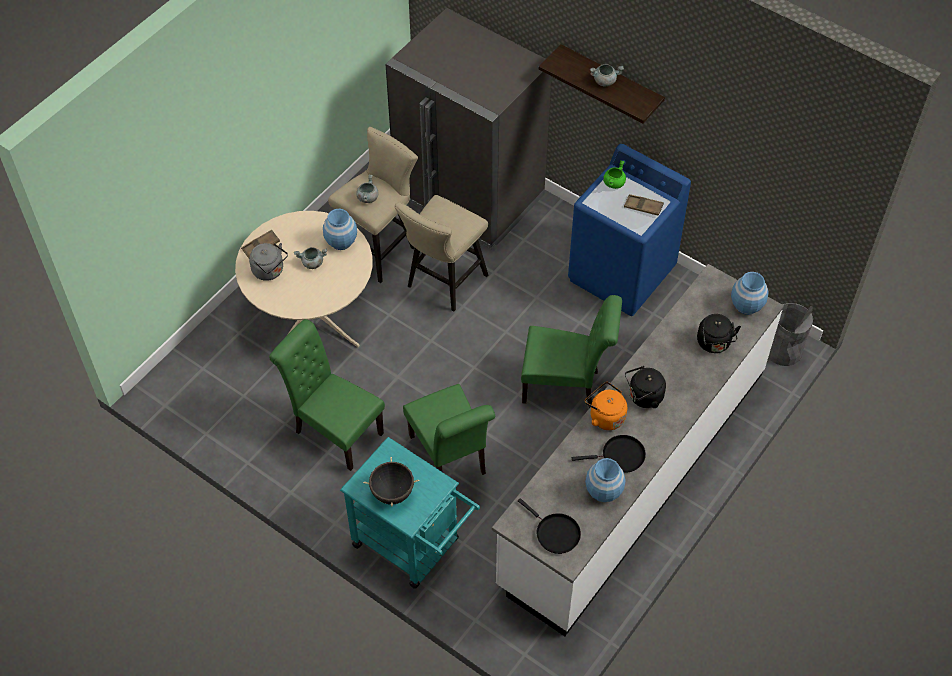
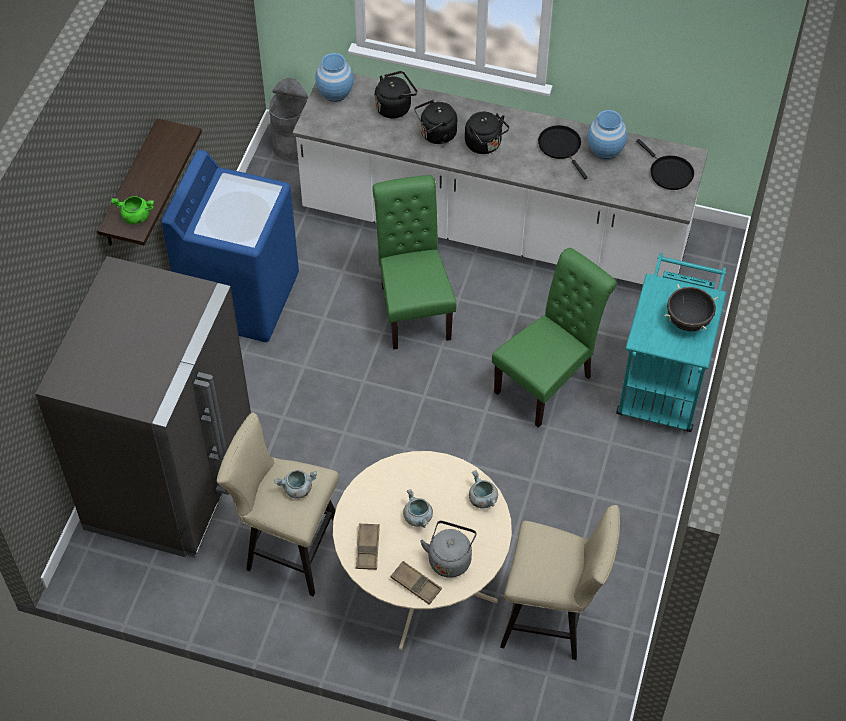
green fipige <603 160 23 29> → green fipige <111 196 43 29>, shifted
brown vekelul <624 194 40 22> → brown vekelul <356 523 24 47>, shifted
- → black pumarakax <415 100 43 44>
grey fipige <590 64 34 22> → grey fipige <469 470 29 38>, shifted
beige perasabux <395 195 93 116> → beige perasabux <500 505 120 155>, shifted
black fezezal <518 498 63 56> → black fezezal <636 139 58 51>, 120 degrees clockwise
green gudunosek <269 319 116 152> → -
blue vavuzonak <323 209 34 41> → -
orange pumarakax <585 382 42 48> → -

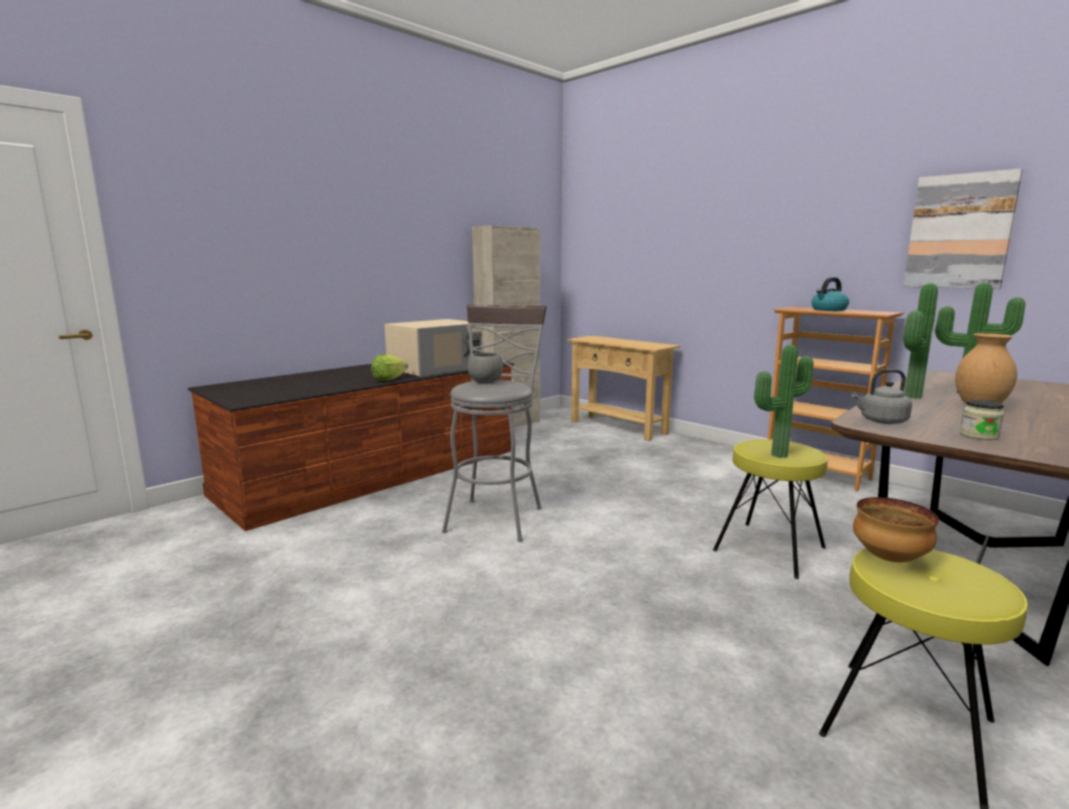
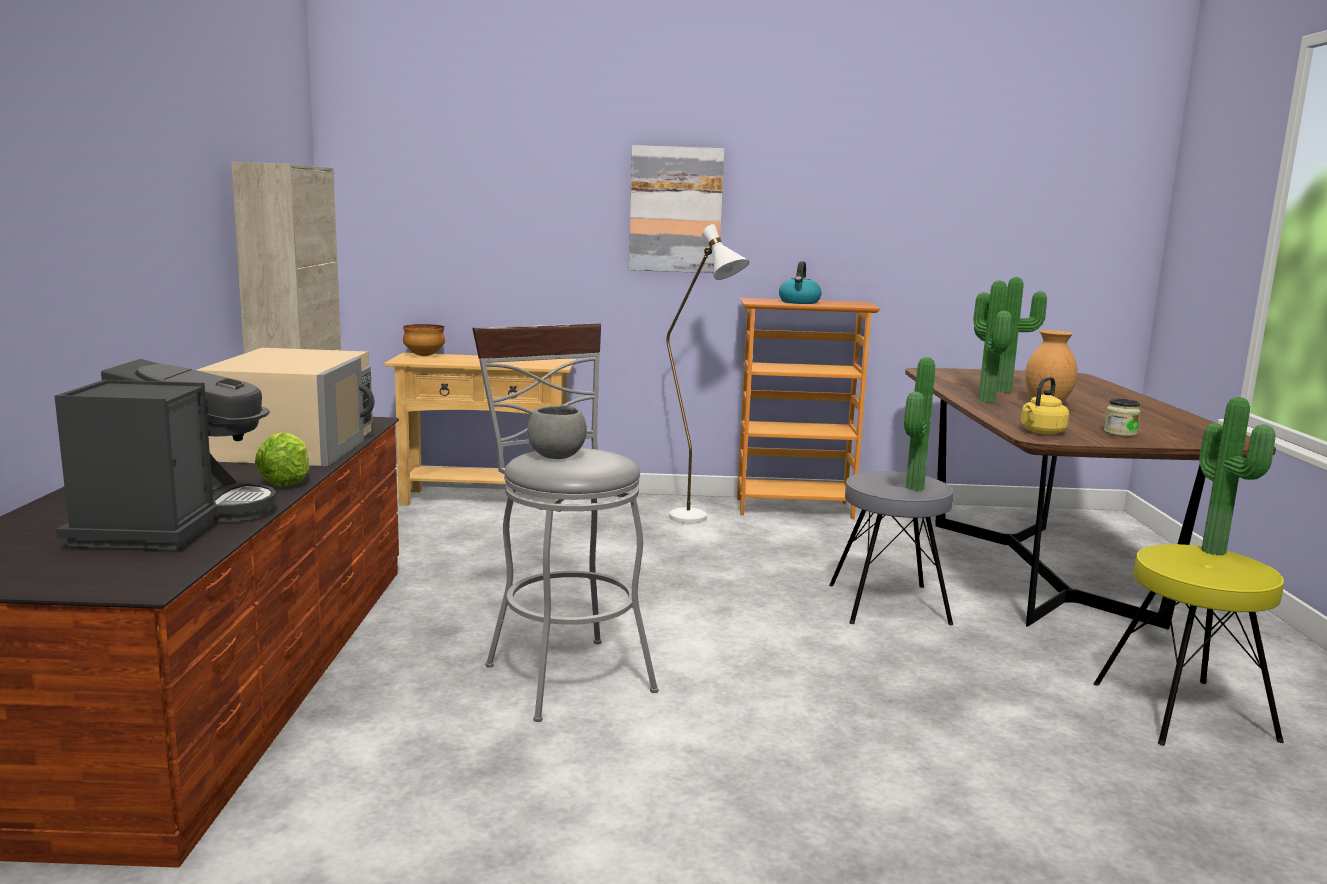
- → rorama <54 359 223 191>
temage <853 497 86 65> → temage <403 324 42 32>, shifted
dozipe <903 168 120 121> → dozipe <629 145 95 128>, shifted
- → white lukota <666 224 84 299>
yellow perasabux <713 439 115 140> → grey perasabux <829 471 124 155>
grey pumarakax <852 369 60 55> → yellow pumarakax <1021 377 48 57>
- → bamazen <1199 397 76 158>

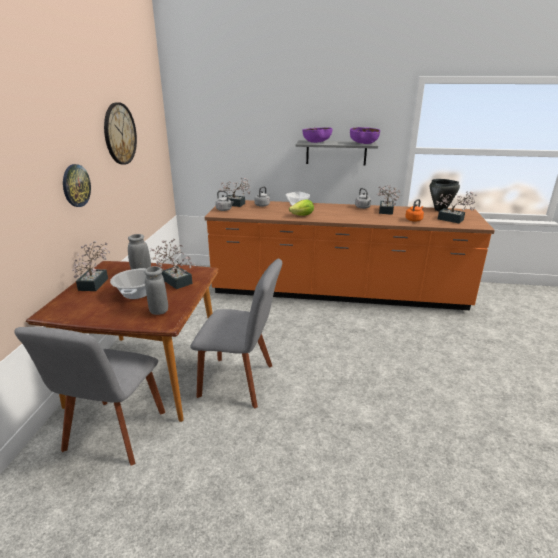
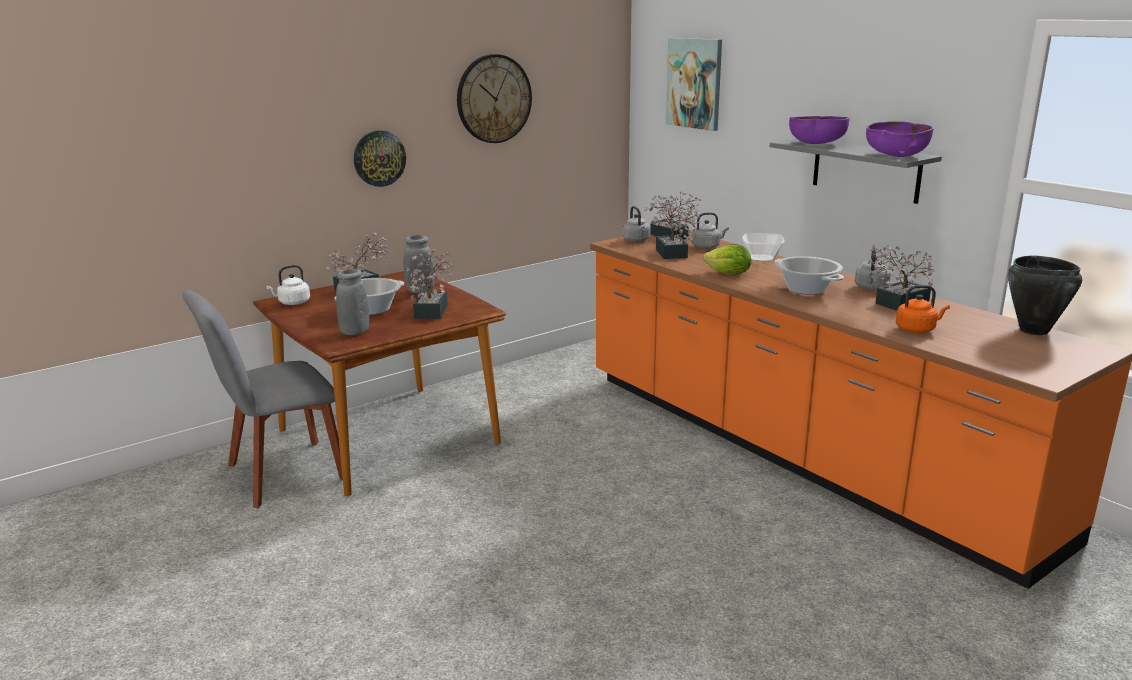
- → white pumarakax <267 265 43 40>
bamazen <436 191 41 32> → bamazen <650 206 51 53>, shifted
- → dozipe <666 38 56 93>
- → fipige <775 256 69 39>
grey gudunosek <190 259 92 150> → -

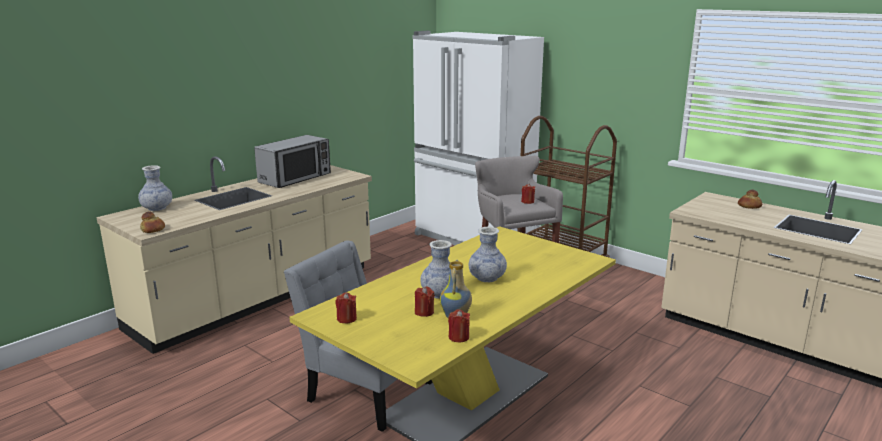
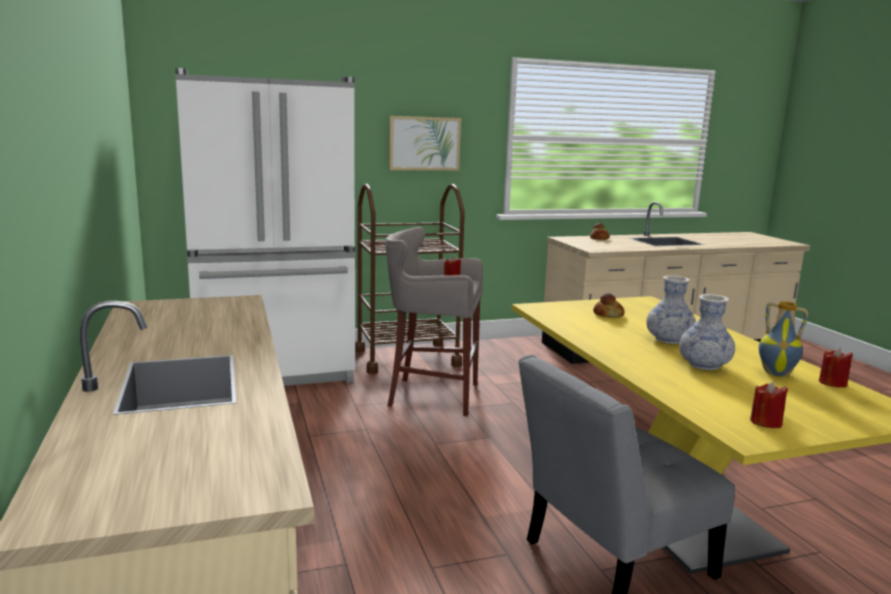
- → dozipe <389 116 72 55>
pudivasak <140 211 25 22> → pudivasak <593 293 32 25>, shifted
vavuzonak <138 165 34 46> → -
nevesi <254 135 77 53> → -
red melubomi <415 286 20 31> → -

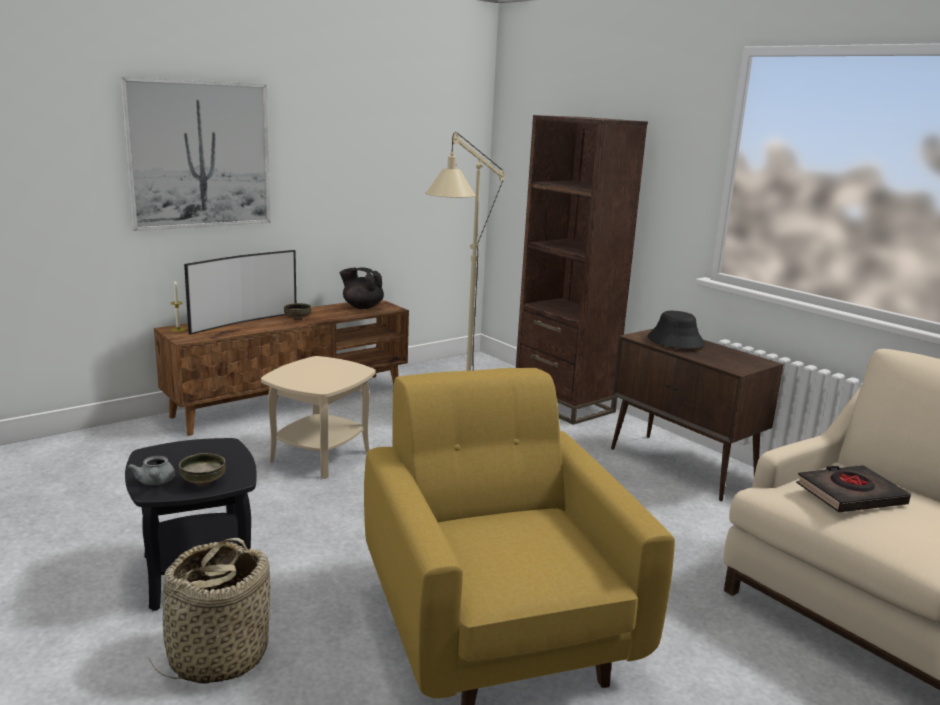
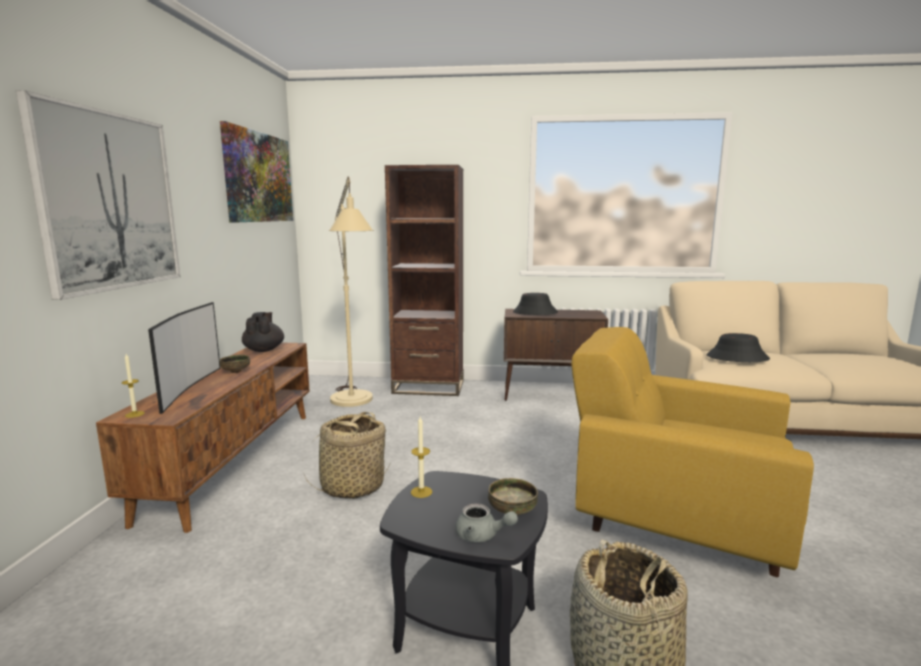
- → dozipe <220 121 73 101>
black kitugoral <339 267 45 42> → black kitugoral <242 312 42 40>, 105 degrees clockwise
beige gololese <261 356 114 123> → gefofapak <304 412 86 87>
- → melubomi <411 417 21 81>
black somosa <796 465 115 47> → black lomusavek <706 333 64 29>

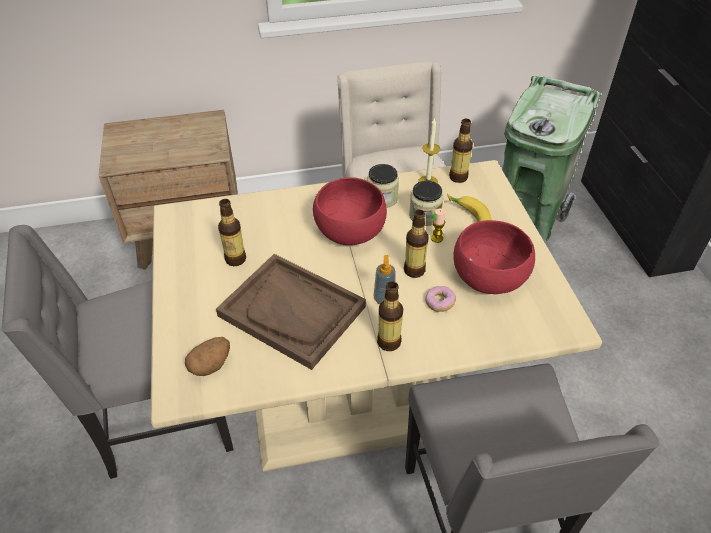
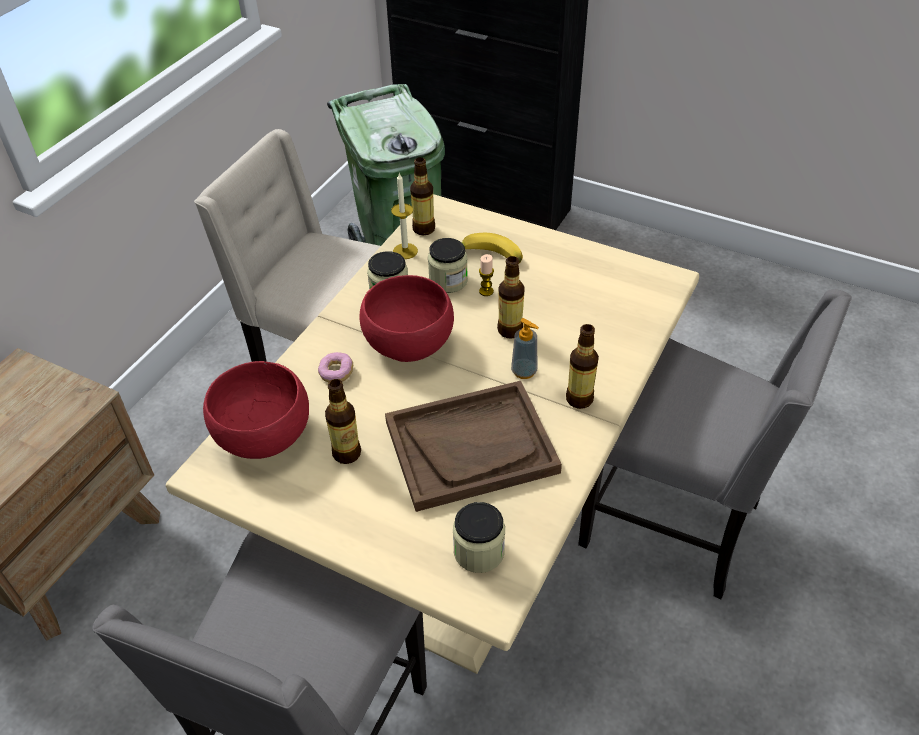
red temage <453 220 82 74> → red temage <203 361 106 98>, shifted
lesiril <425 286 31 26> → lesiril <318 352 35 30>, shifted
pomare <185 337 45 39> → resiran <453 502 52 71>

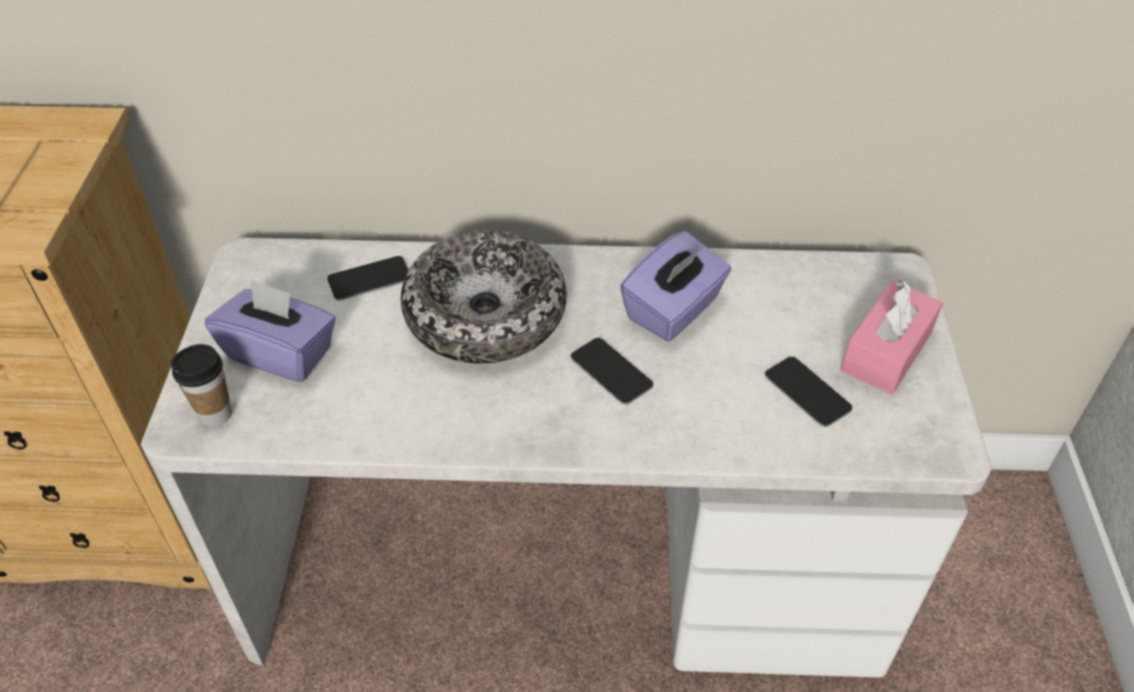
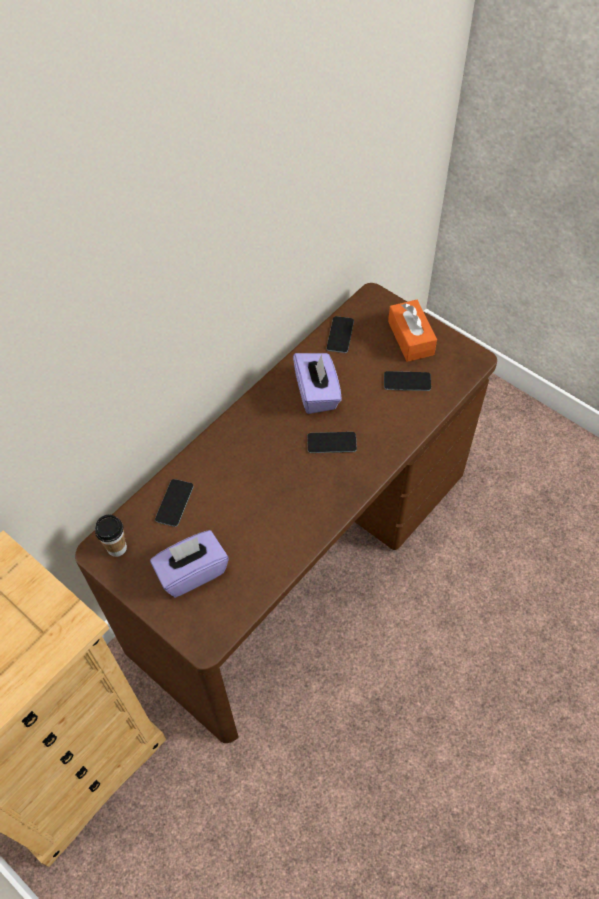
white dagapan <141 237 850 441> → brown dagapan <75 283 422 460>
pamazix <171 344 61 83> → pamazix <95 515 32 42>, shifted
- → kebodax <327 316 27 37>
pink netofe <841 280 102 115> → orange netofe <388 300 49 62>
temage <401 230 166 134> → -

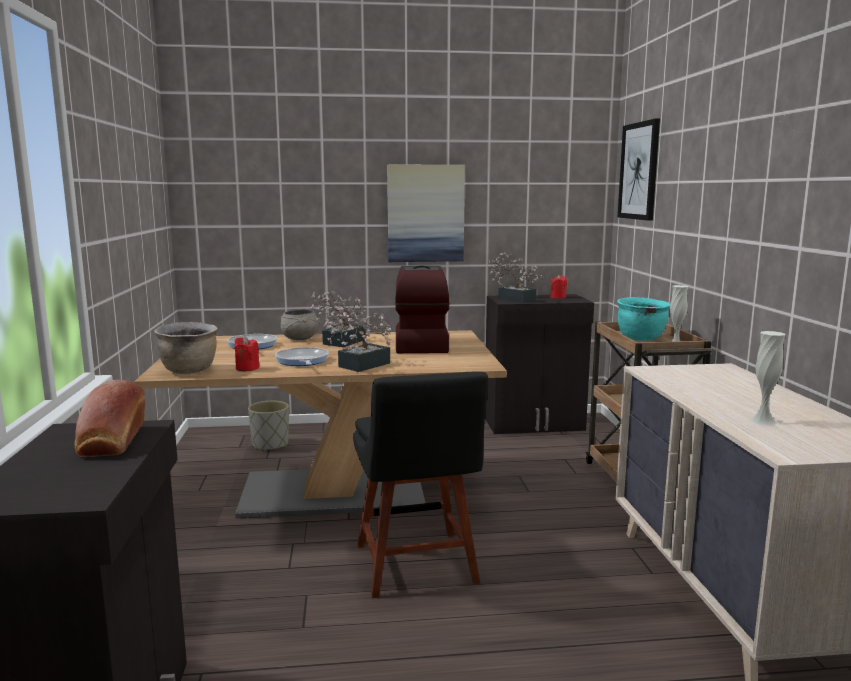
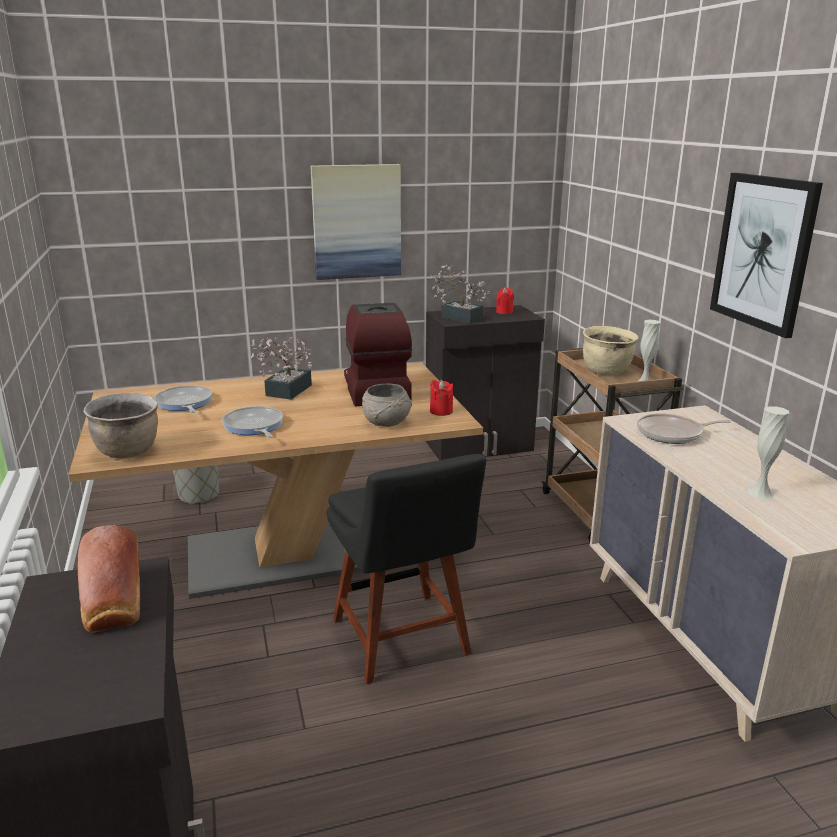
grey temage <280 309 40 31> → grey temage <362 383 50 44>, shifted
red melubomi <235 336 25 35> → red melubomi <430 380 23 36>, shifted
turquoise fipige <617 297 53 44> → beige fipige <583 326 56 49>
- → fezezal <637 413 94 31>
dozipe <618 118 42 103> → dozipe <710 173 113 165>, shifted
bamazen <324 306 67 66> → -

